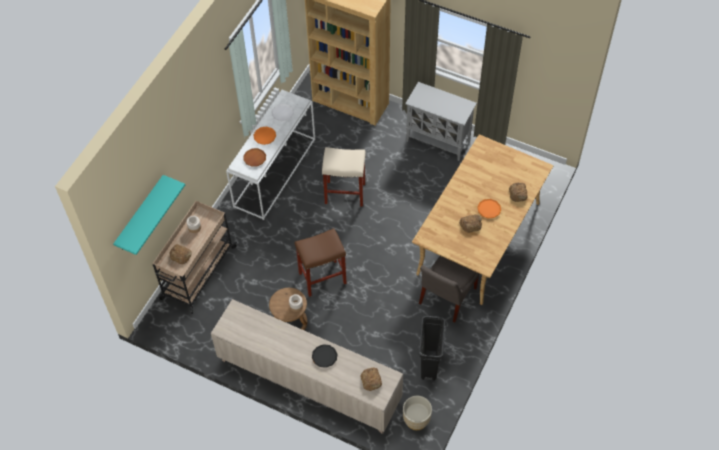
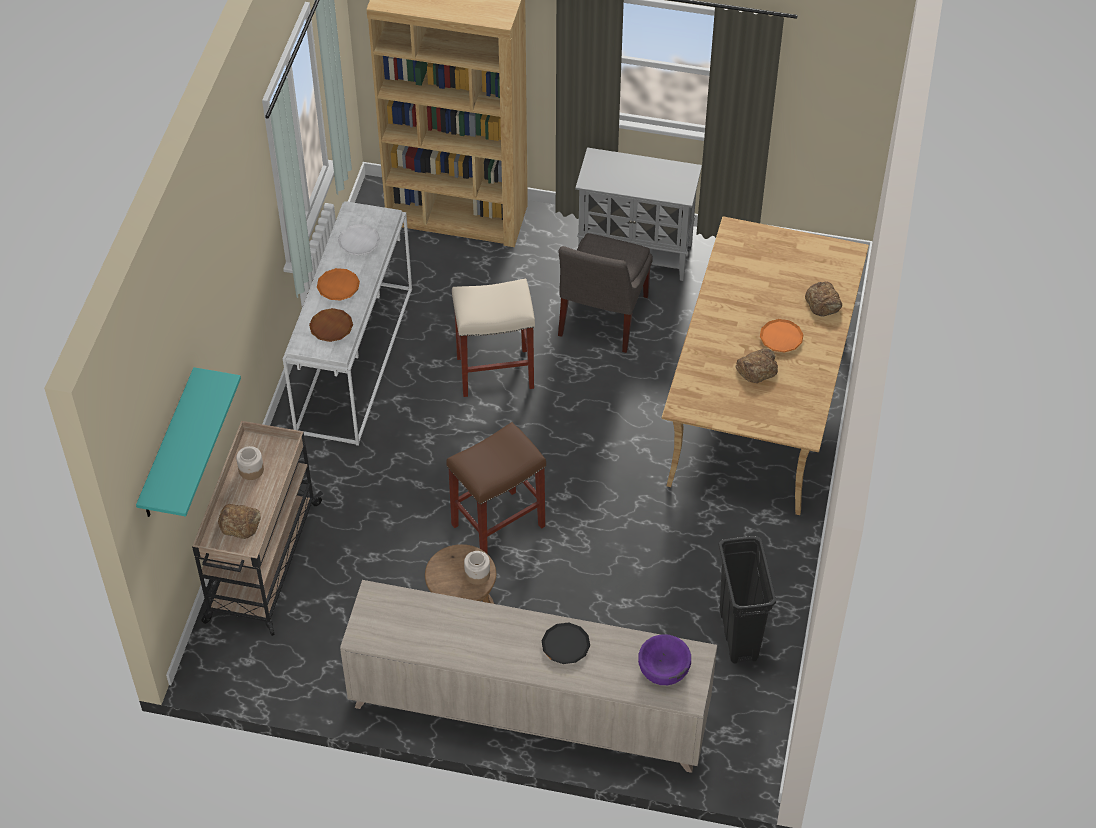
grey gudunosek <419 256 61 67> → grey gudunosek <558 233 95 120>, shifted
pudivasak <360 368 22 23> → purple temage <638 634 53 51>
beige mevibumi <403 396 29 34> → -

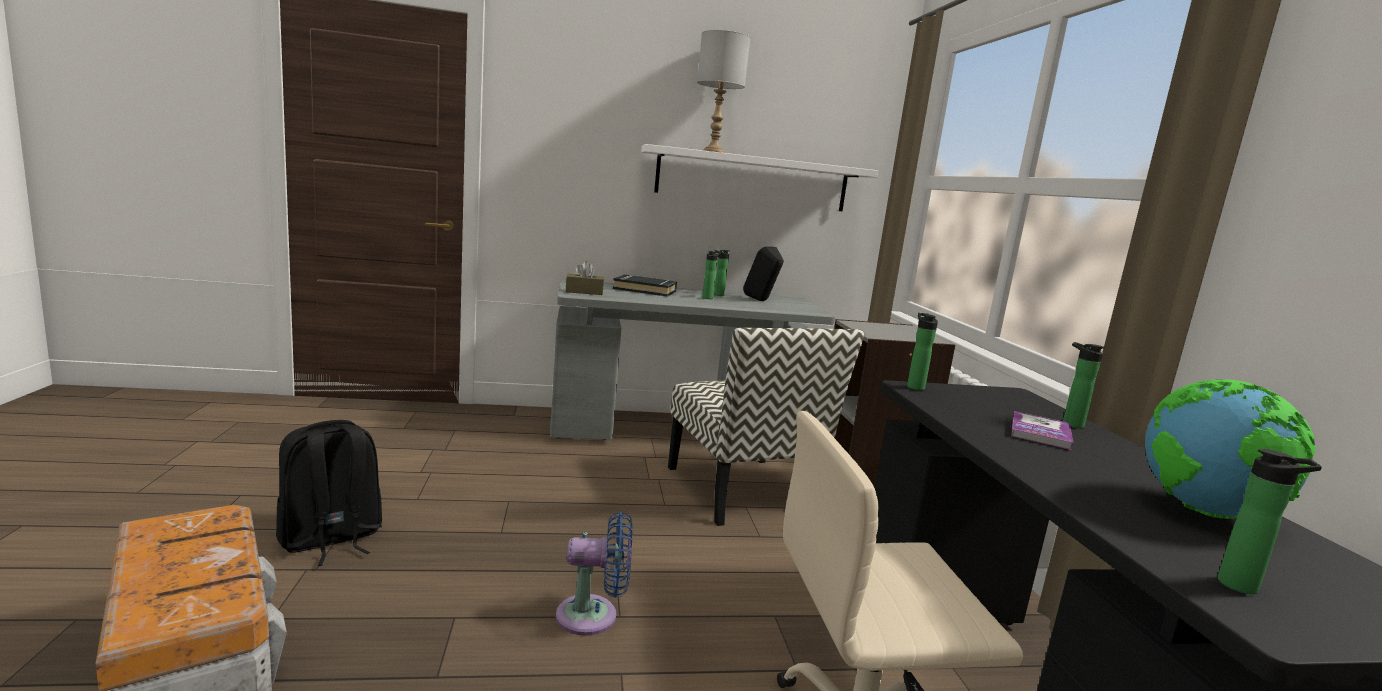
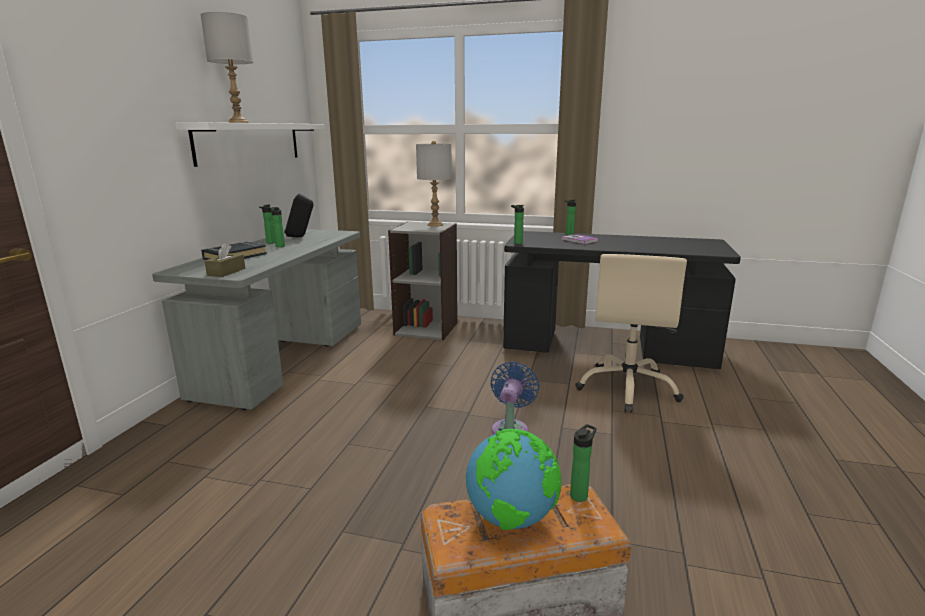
- → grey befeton <416 141 36 85>
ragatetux <1145 379 171 140> → ragatetux <466 429 95 101>, shifted
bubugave <1218 449 104 145> → bubugave <570 424 27 78>, shifted
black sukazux <276 420 106 146> → -
gudunosek <668 328 197 198> → -

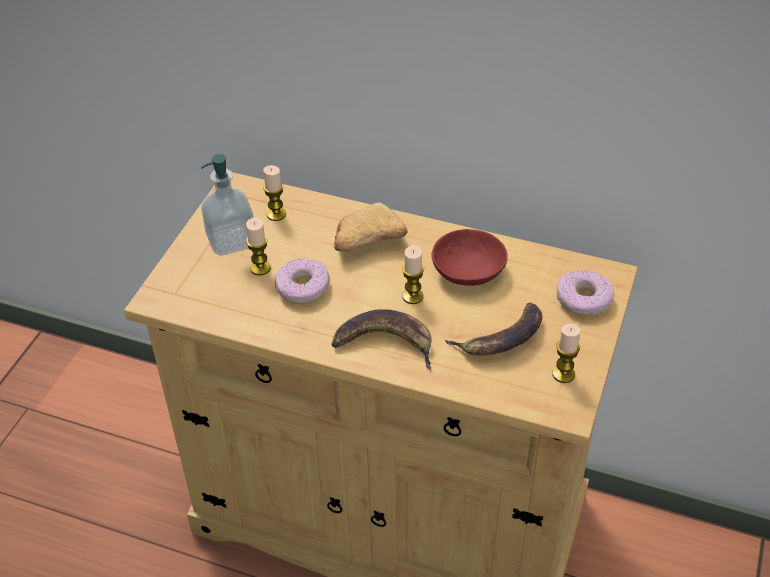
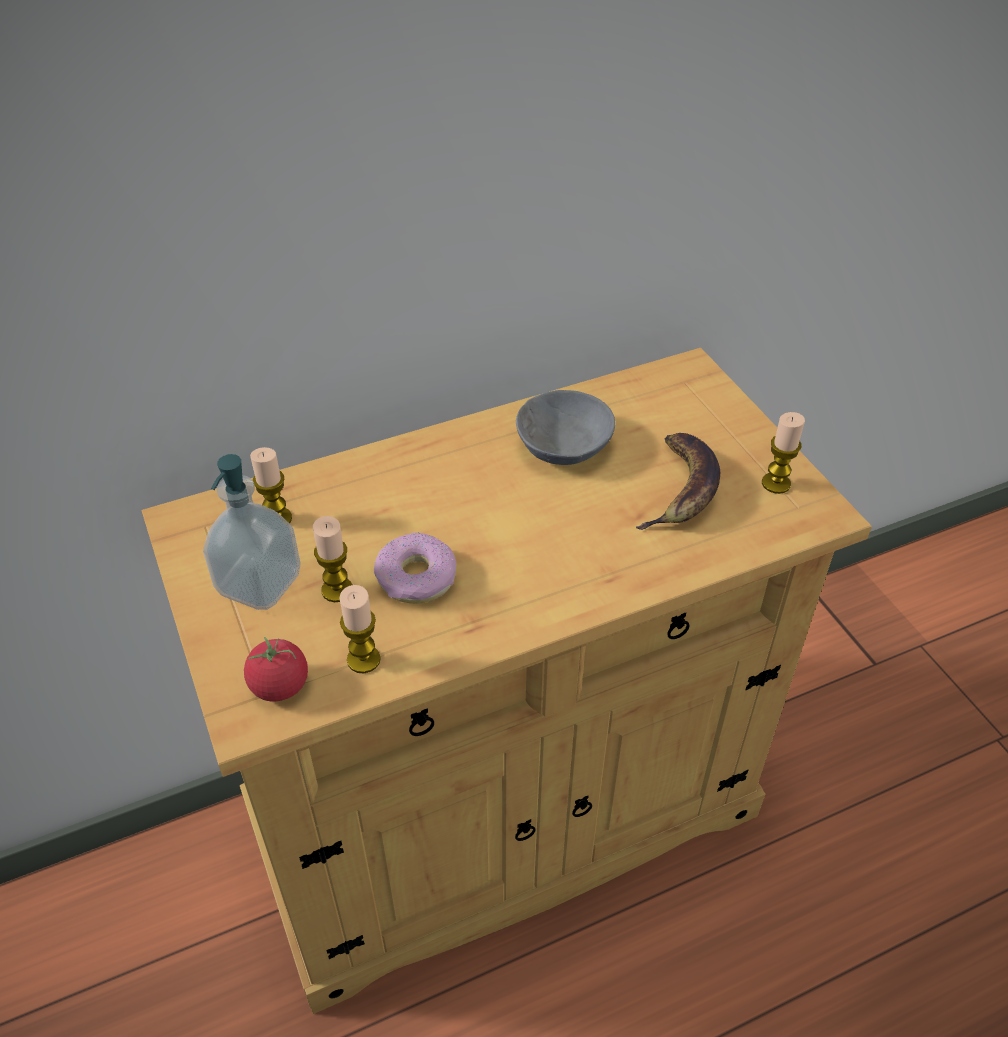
- → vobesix <244 637 64 64>
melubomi <402 245 22 59> → melubomi <339 585 42 88>, shifted
red temage <431 229 77 57> → grey temage <516 390 99 75>
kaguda <331 309 101 61> → -
pudivasak <334 203 73 49> → -
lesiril <557 270 57 46> → -

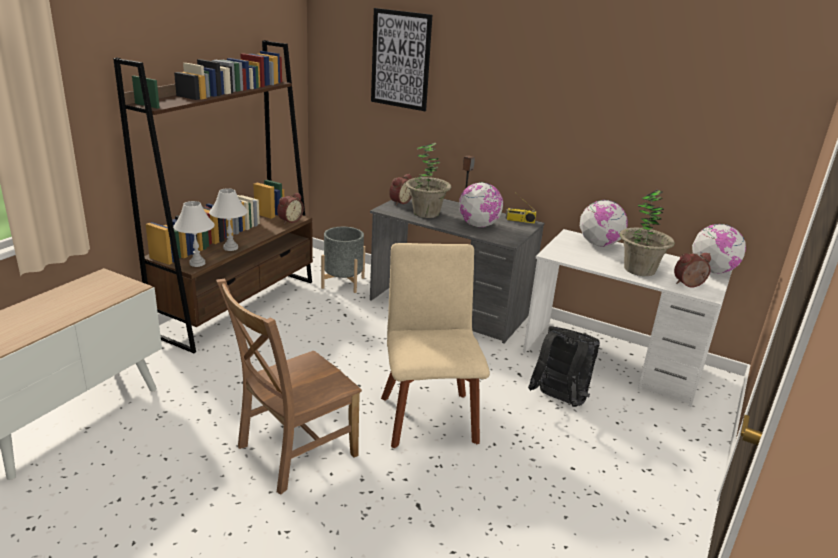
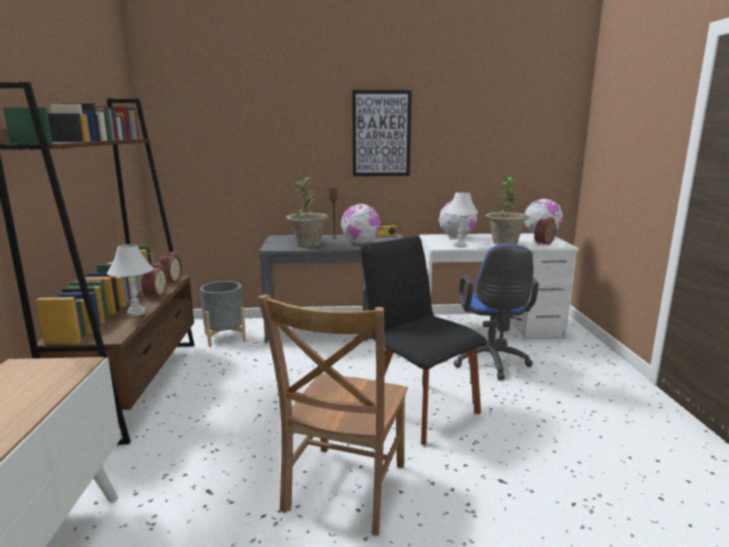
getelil <389 174 23 31> → getelil <141 262 27 37>, shifted
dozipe <371 8 61 103> → dozipe <352 90 60 86>, shifted
beige gudunosek <381 243 109 205> → black gudunosek <360 236 127 209>
white befeton <173 201 42 66> → white befeton <445 192 33 56>, shifted
black sukazux <528 326 72 81> → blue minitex <453 244 86 136>

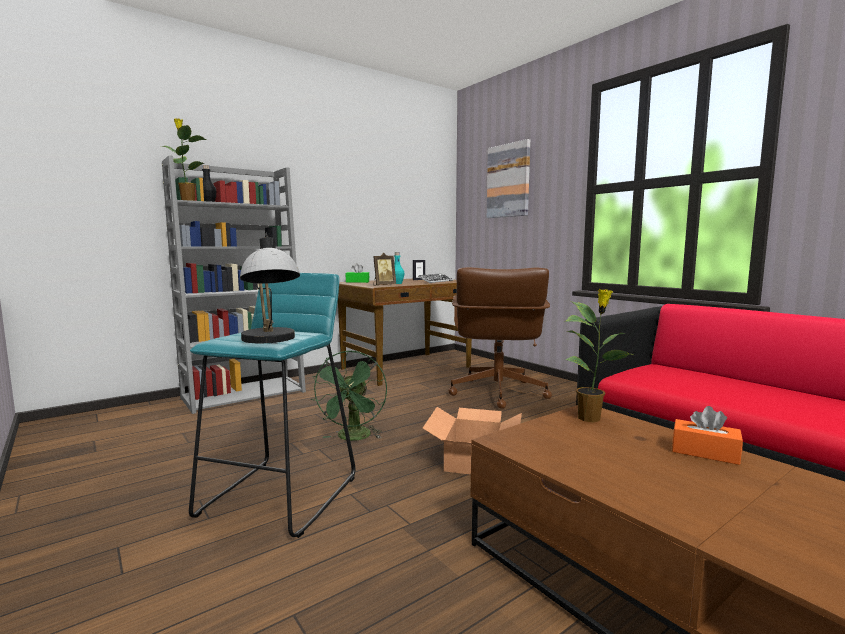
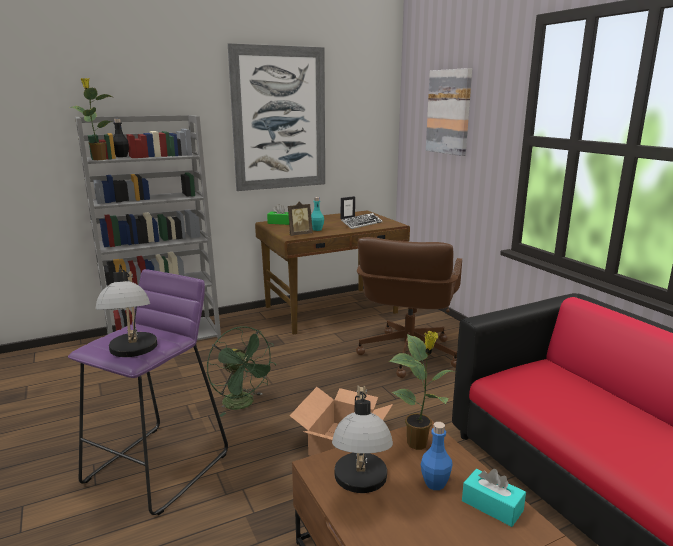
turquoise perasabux <189 273 166 265> → purple perasabux <68 269 160 246>
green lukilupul <311 350 76 91> → green lukilupul <207 326 69 91>, 60 degrees counterclockwise
- → dozipe <228 43 97 148>
- → befeton <332 386 61 107>
- → blue bubugave <421 422 32 68>
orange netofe <672 406 71 59> → turquoise netofe <462 469 64 58>

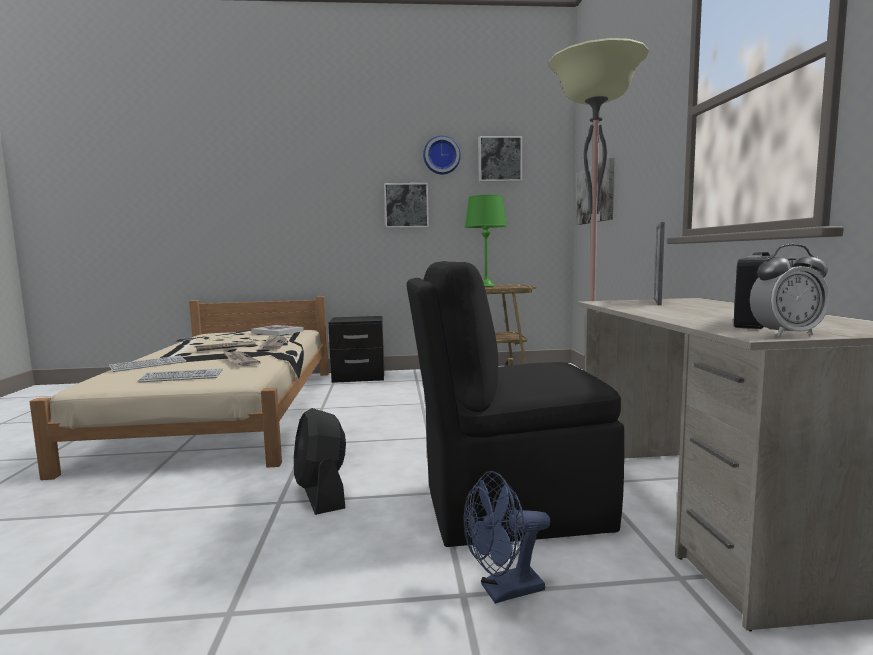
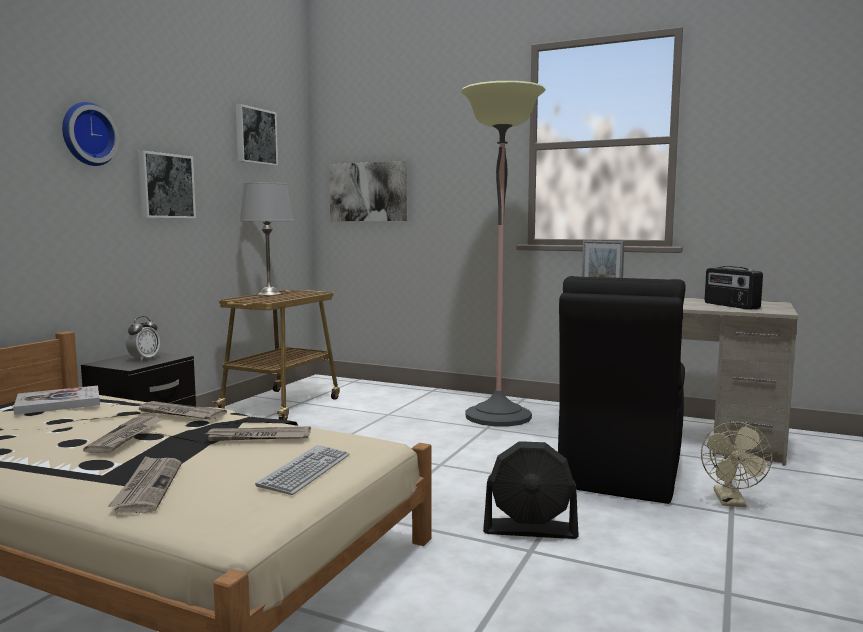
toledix <423 136 38 39> → toledix <62 102 57 64>, shifted
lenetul <109 355 77 17> → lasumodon <107 456 75 58>
getelil <750 244 80 93> → getelil <126 316 34 45>, shifted
green befeton <465 194 42 92> → grey befeton <240 182 54 114>
blue lukilupul <464 471 86 133> → beige lukilupul <701 422 72 85>

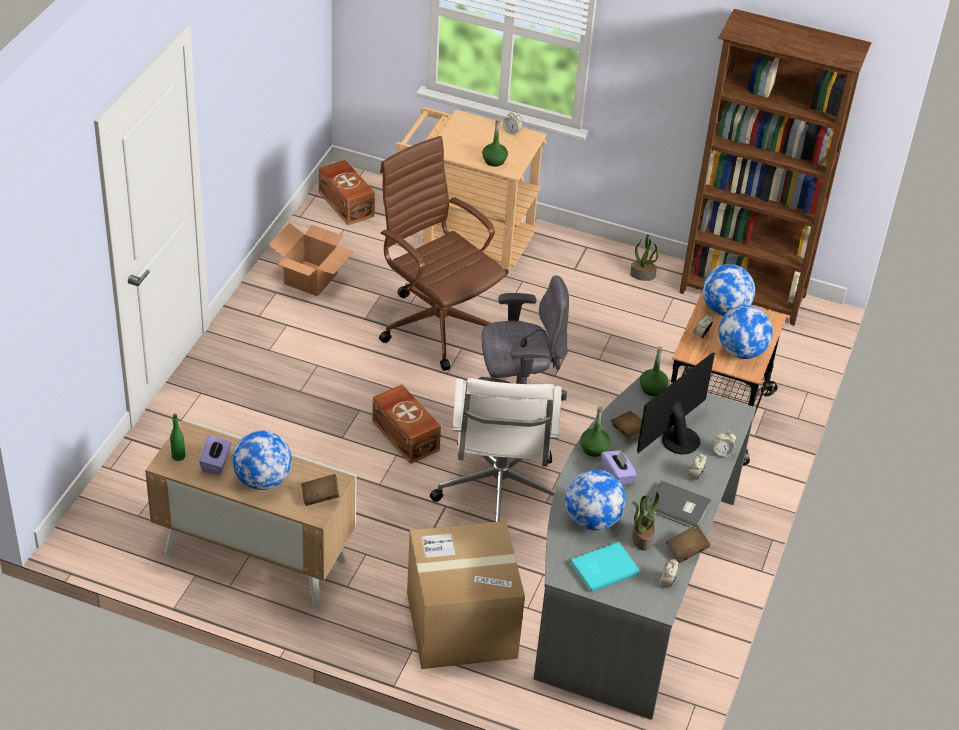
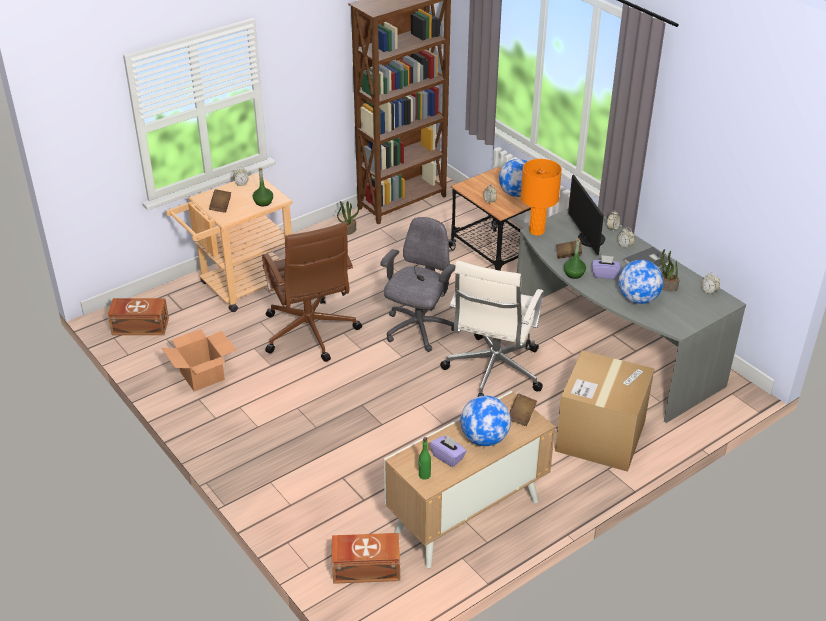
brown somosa <666 525 45 38> → brown somosa <209 189 22 24>, shifted
brown minitex <379 136 127 235> → brown minitex <262 222 100 140>, 105 degrees counterclockwise
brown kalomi <372 384 69 80> → brown kalomi <332 533 68 51>, shifted
white minitex <430 378 132 144> → white minitex <440 261 103 136>, 75 degrees clockwise
green bubugave <640 346 29 50> → orange befeton <521 159 41 77>
turquoise somosa <570 542 70 51> → -
ragatetux <703 264 52 52> → -

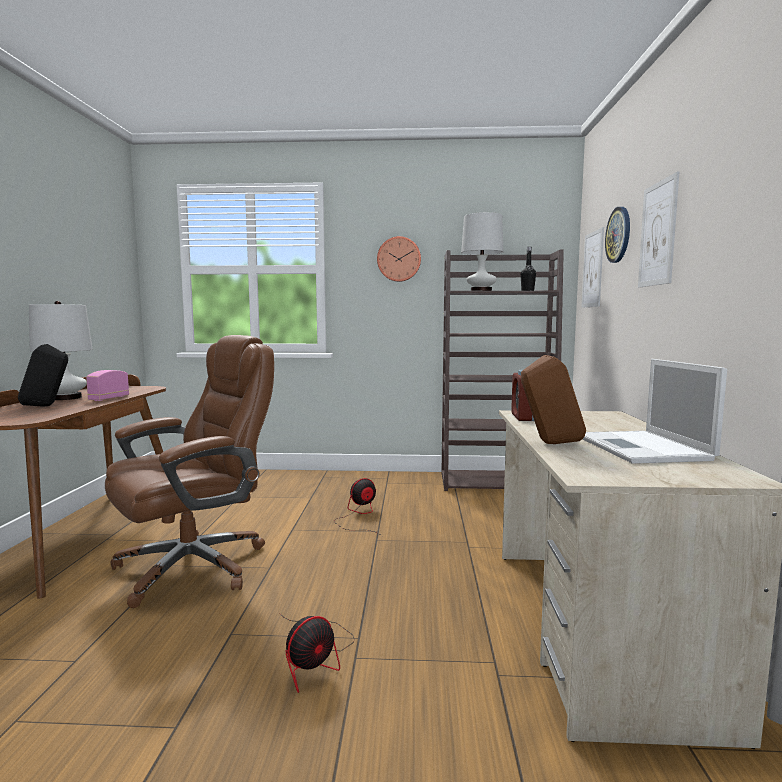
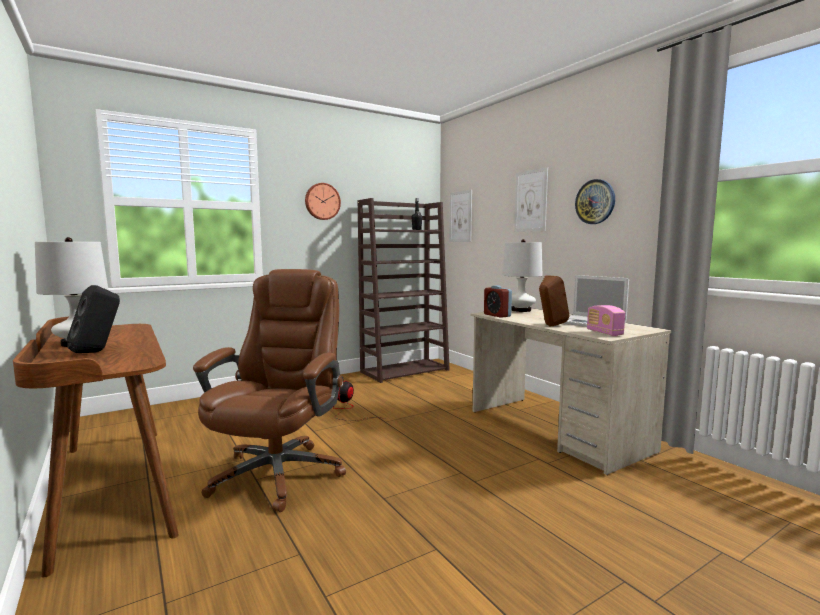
white befeton <461 212 42 79> → white befeton <502 239 40 73>, shifted
toledix <605 207 25 56> → toledix <575 179 40 45>, shifted
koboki <86 370 43 31> → koboki <587 305 38 31>, shifted
lukilupul <279 613 76 80> → -

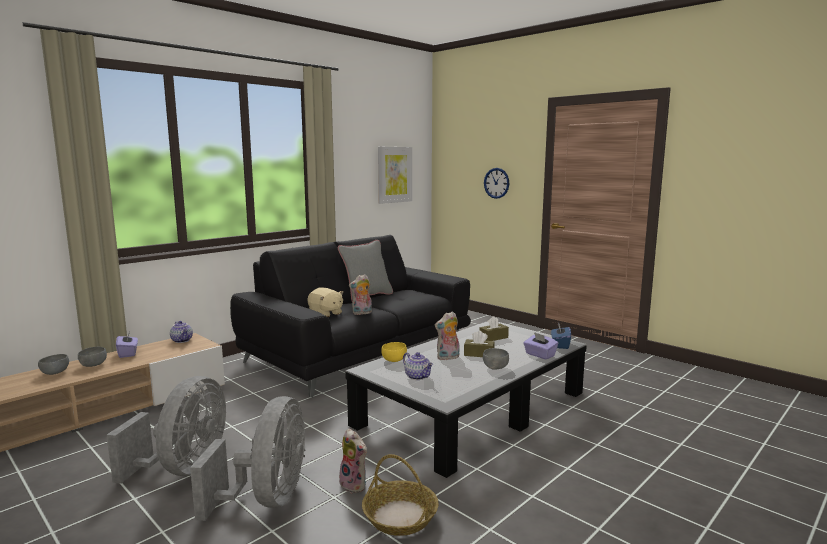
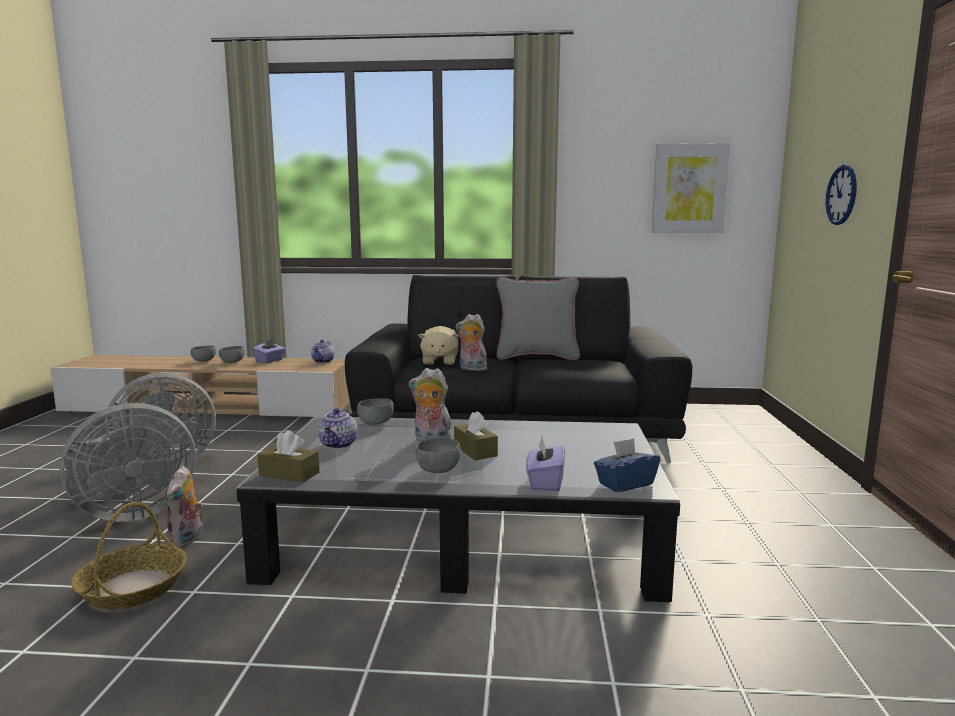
brown netofe <480 316 29 25> → brown netofe <257 430 62 53>, shifted
yellow temage <381 342 26 20> → grey temage <357 398 37 27>

